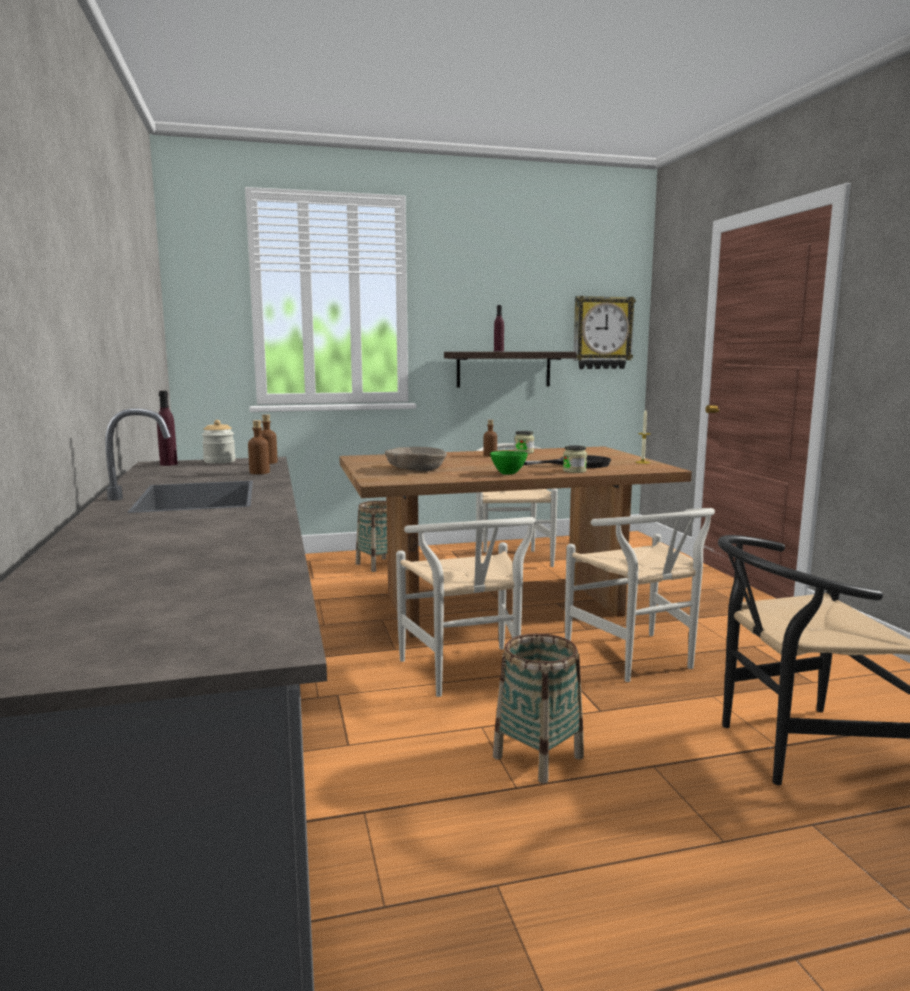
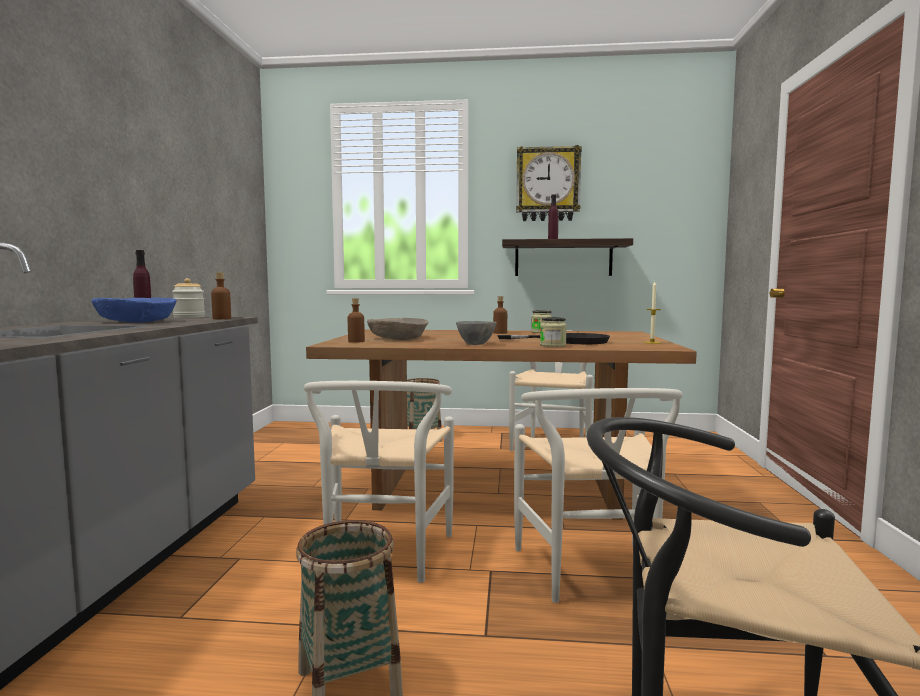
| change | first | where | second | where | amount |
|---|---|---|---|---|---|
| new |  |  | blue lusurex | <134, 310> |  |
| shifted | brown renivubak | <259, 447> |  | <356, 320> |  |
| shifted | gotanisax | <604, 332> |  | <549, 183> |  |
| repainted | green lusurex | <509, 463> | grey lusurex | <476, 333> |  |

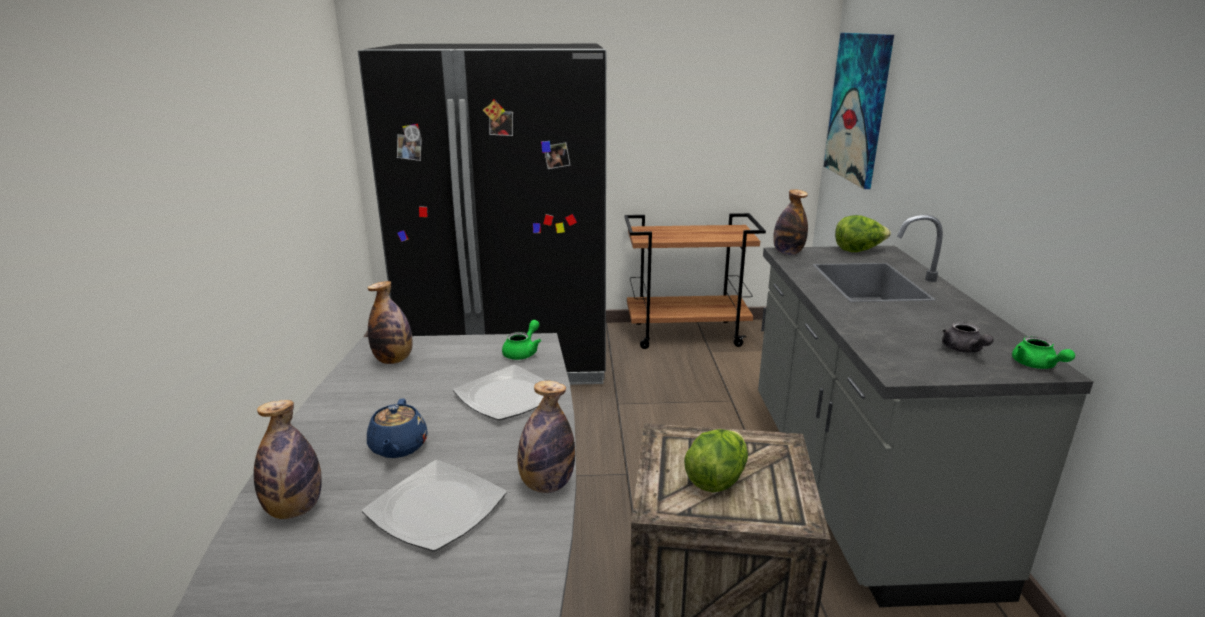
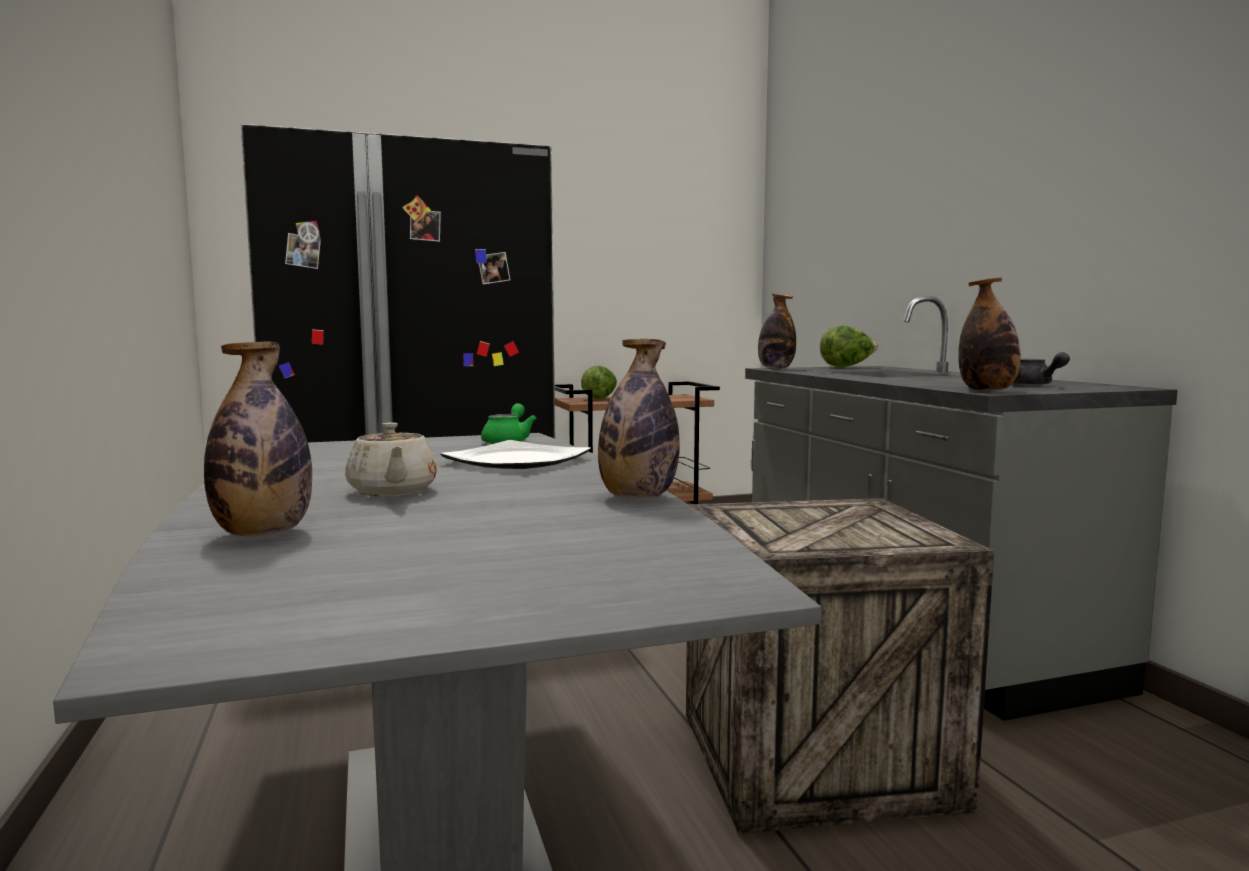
| change | first | where | second | where | amount |
|---|---|---|---|---|---|
| gone | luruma | <434, 505> |  |  |  |
| gone | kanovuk | <859, 111> |  |  |  |
| gone | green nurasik | <1043, 352> |  |  |  |
| shifted | renivubak | <390, 322> |  | <989, 334> |  |
| shifted | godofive | <716, 460> |  | <599, 382> |  |
| repainted | blue nurasik | <397, 428> | beige nurasik | <391, 459> |  |

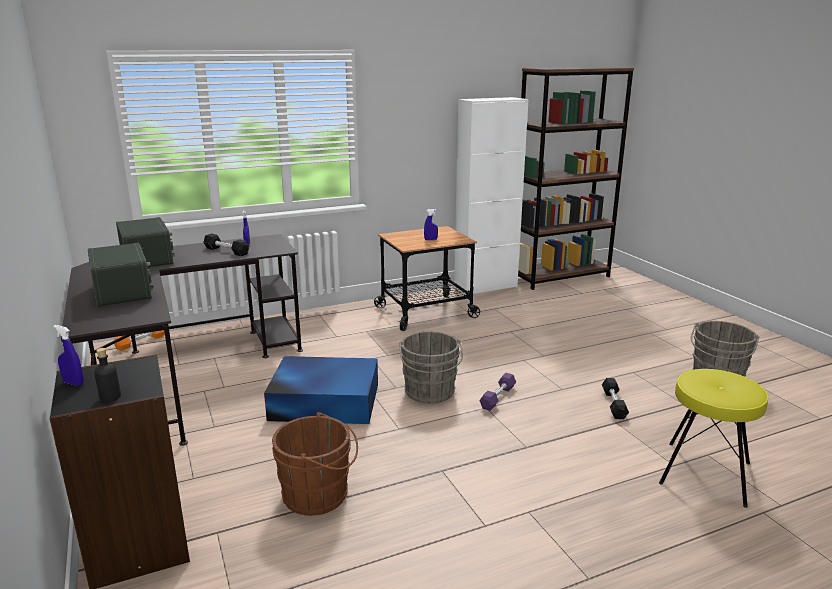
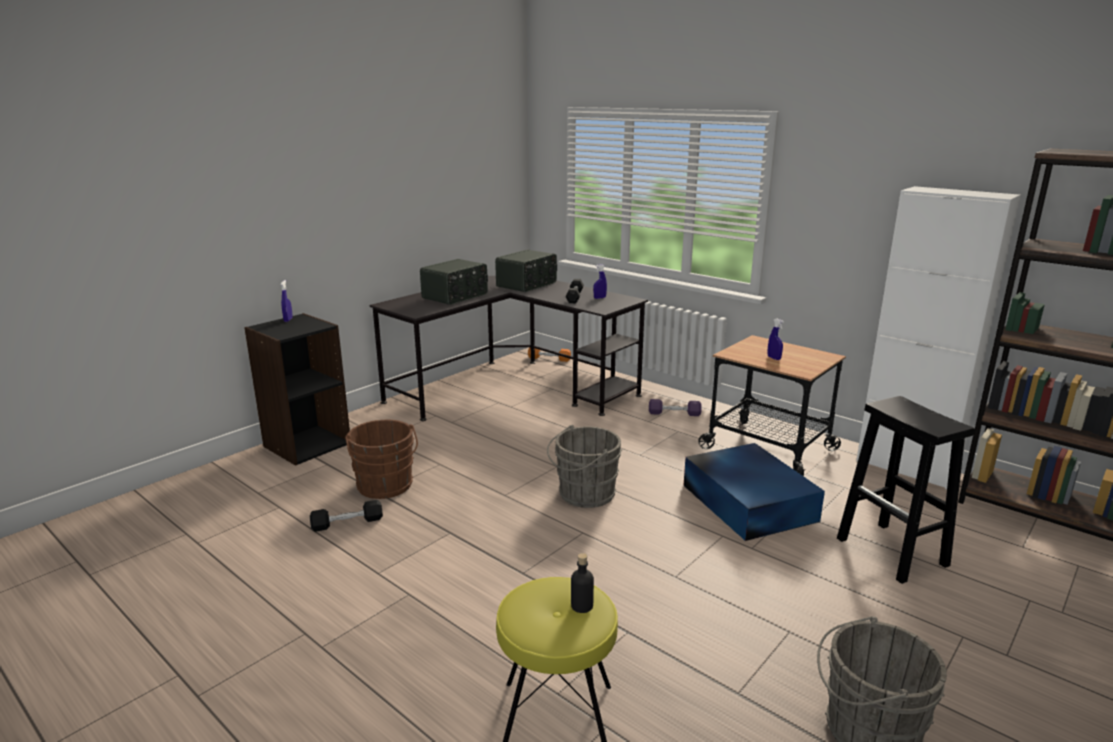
| change | first | where | second | where | amount |
|---|---|---|---|---|---|
| new |  |  | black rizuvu | <906, 490> |  |
| shifted | black renivubak | <107, 375> |  | <582, 583> |  |
| shifted | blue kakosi | <321, 390> |  | <754, 492> |  |
| shifted | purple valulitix | <497, 392> |  | <675, 407> |  |
| shifted | black valulitix | <615, 398> |  | <346, 516> |  |

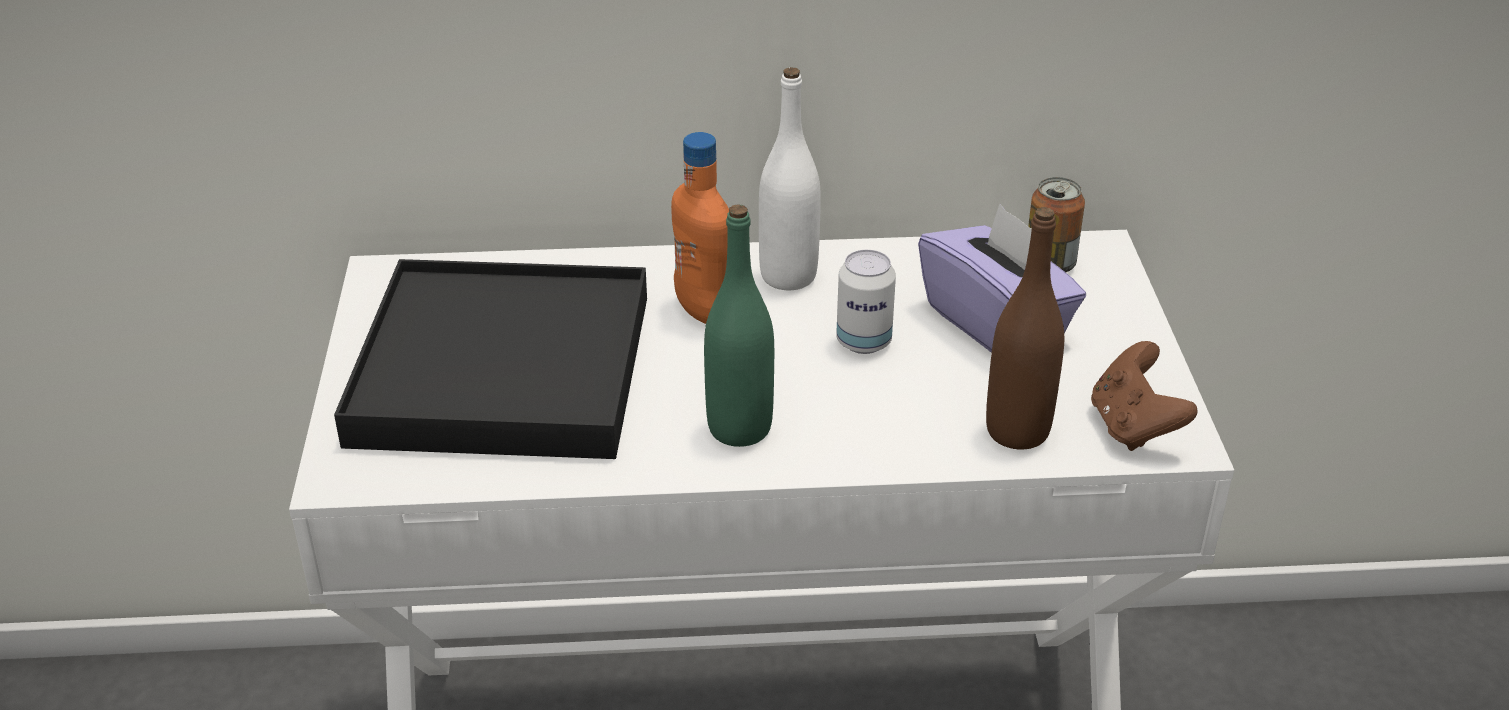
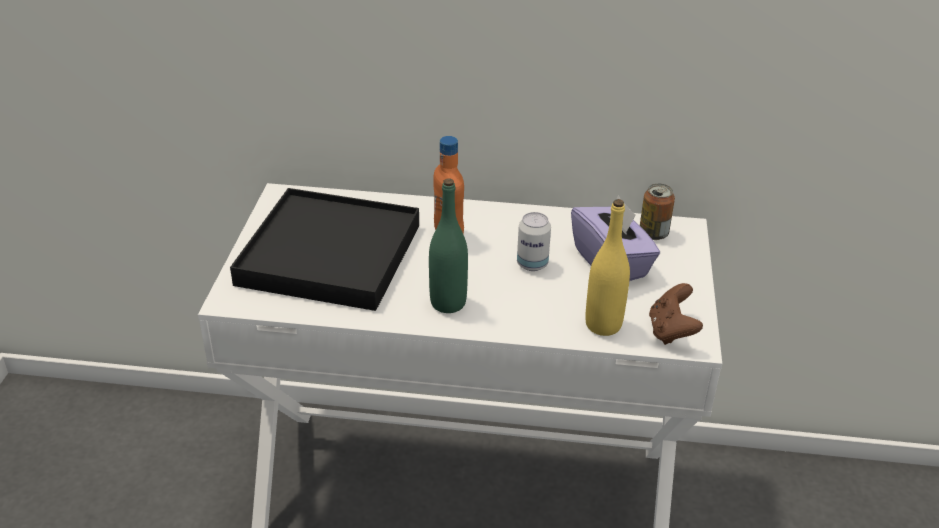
| change | first | where | second | where | amount |
|---|---|---|---|---|---|
| gone | white renivubak | <790, 178> |  |  |  |
| repainted | brown renivubak | <1025, 328> | yellow renivubak | <607, 267> |  |

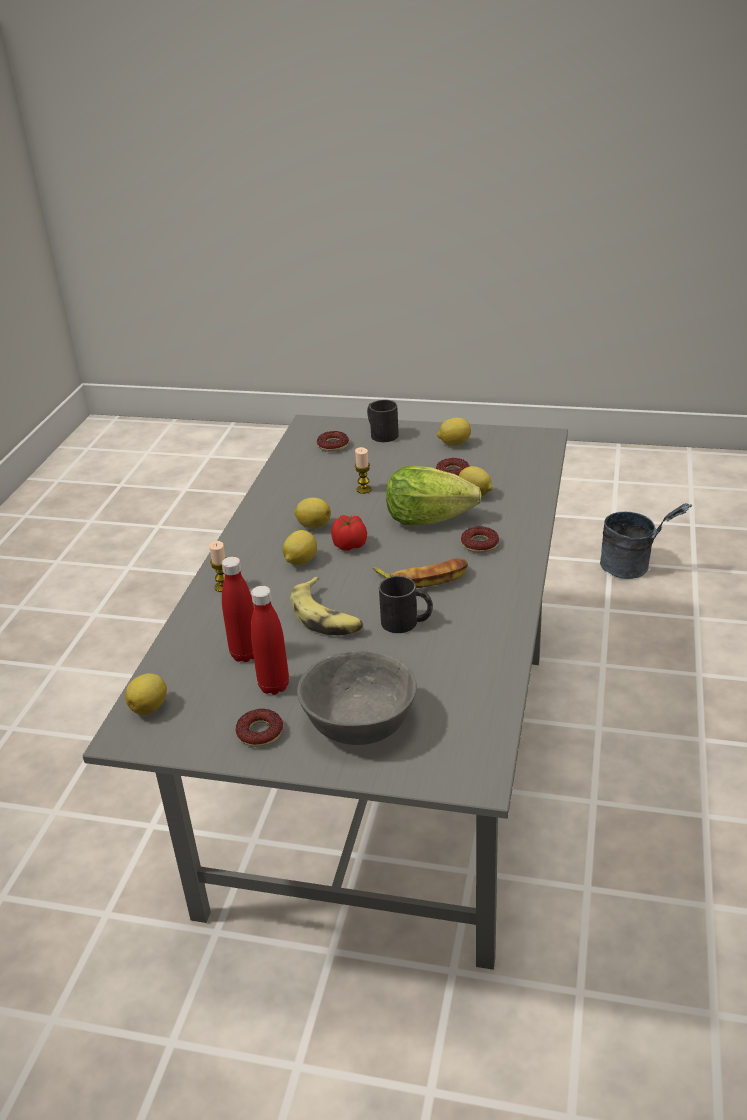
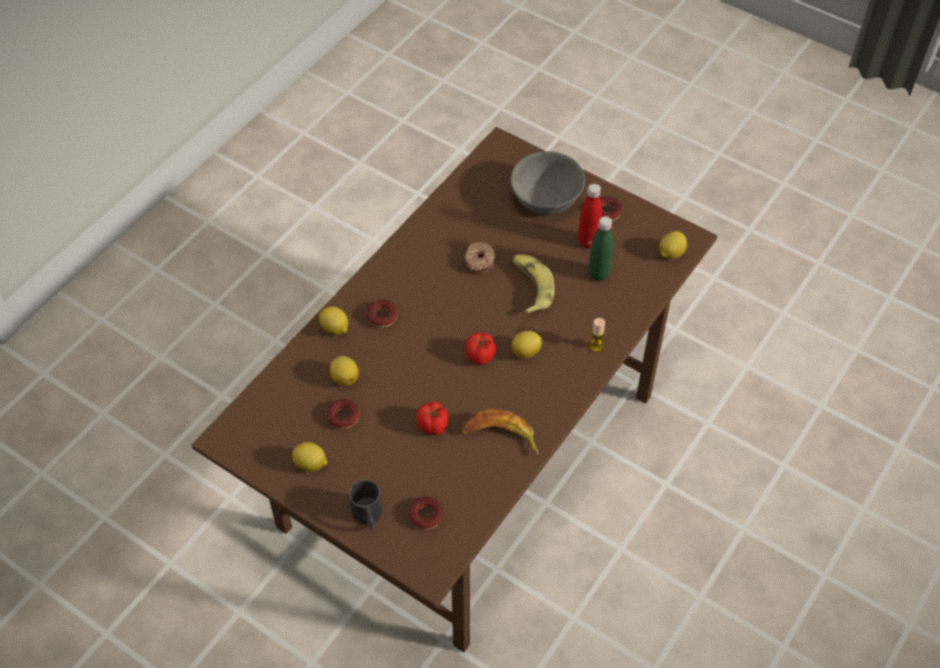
| change | first | where | second | where | amount |
|---|---|---|---|---|---|
| gone | godofive | <434, 495> |  |  |  |
| gone | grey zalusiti | <646, 541> |  |  |  |
| shifted | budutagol | <312, 513> |  | <333, 320> |  |
| shifted | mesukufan | <420, 573> |  | <500, 432> |  |
| swapped | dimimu | <363, 470> | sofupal | <432, 418> |  |
| swapped | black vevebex | <406, 604> | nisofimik | <480, 258> |  |
| repainted | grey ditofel | <325, 692> | brown ditofel | <454, 389> |  |
| repainted | red renivubak | <238, 609> | green renivubak | <601, 248> |  |

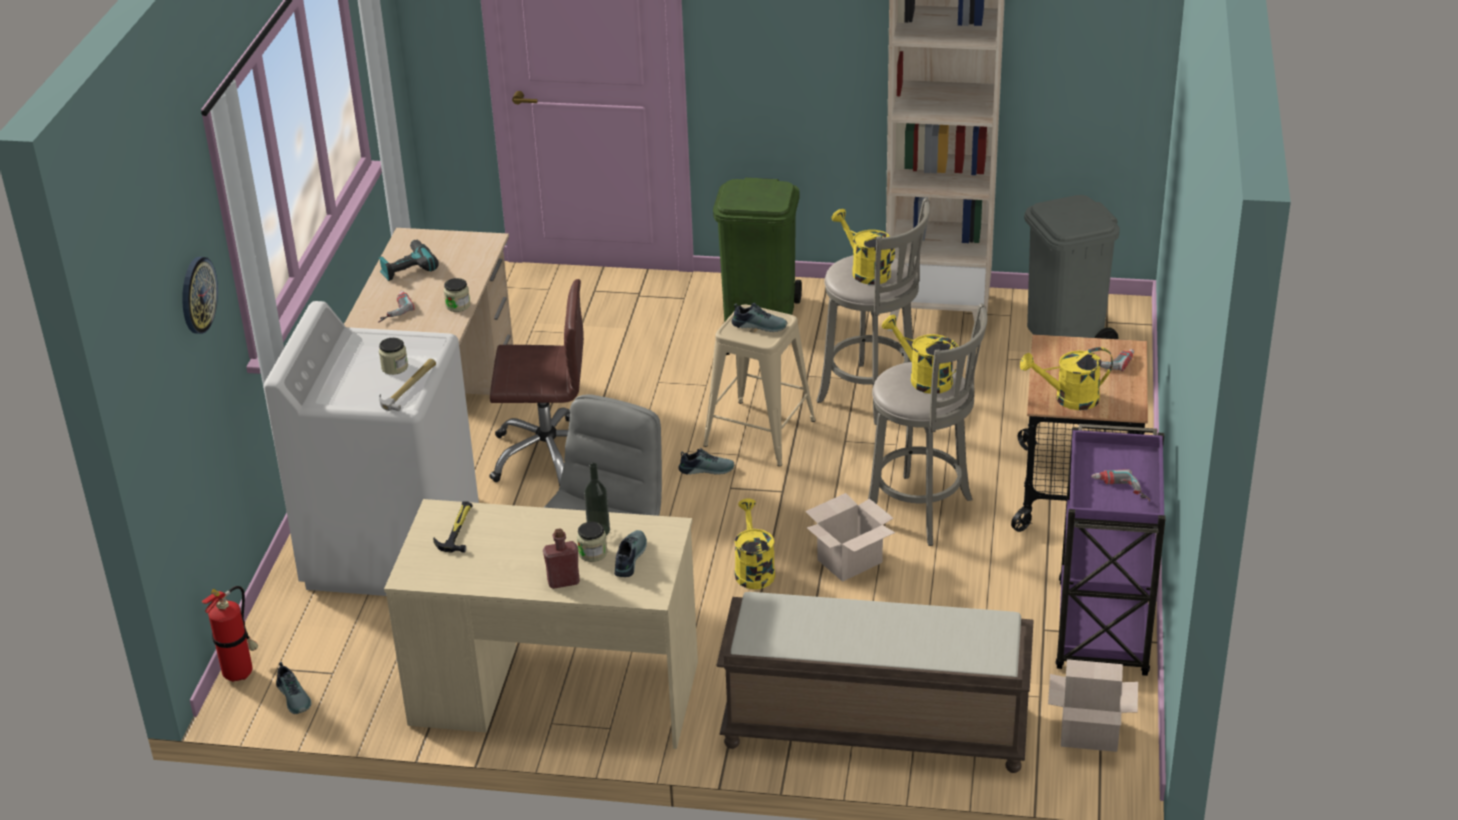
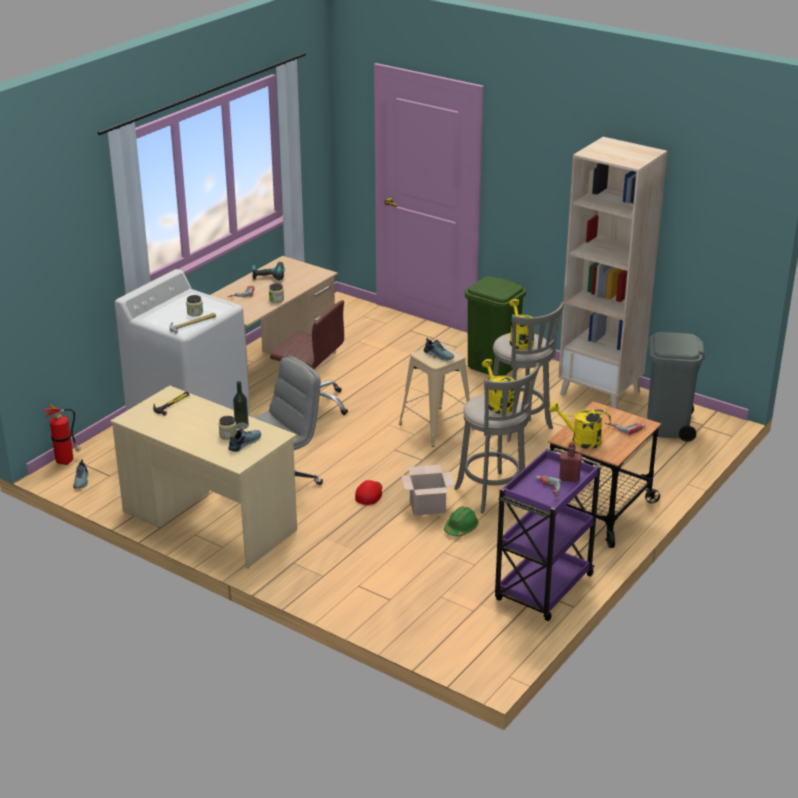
| change | first | where | second | where | amount |
|---|---|---|---|---|---|
| gone | gotanisax | <200, 295> |  |  |  |
| gone | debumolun | <706, 461> |  |  |  |
| gone | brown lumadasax | <875, 682> |  |  |  |
| gone | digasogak | <1093, 705> |  |  |  |
| new |  |  | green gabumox | <461, 521> |  |
| shifted | red renivubak | <561, 559> |  | <570, 462> |  |
| swapped | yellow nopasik | <755, 544> | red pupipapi | <368, 492> |  |

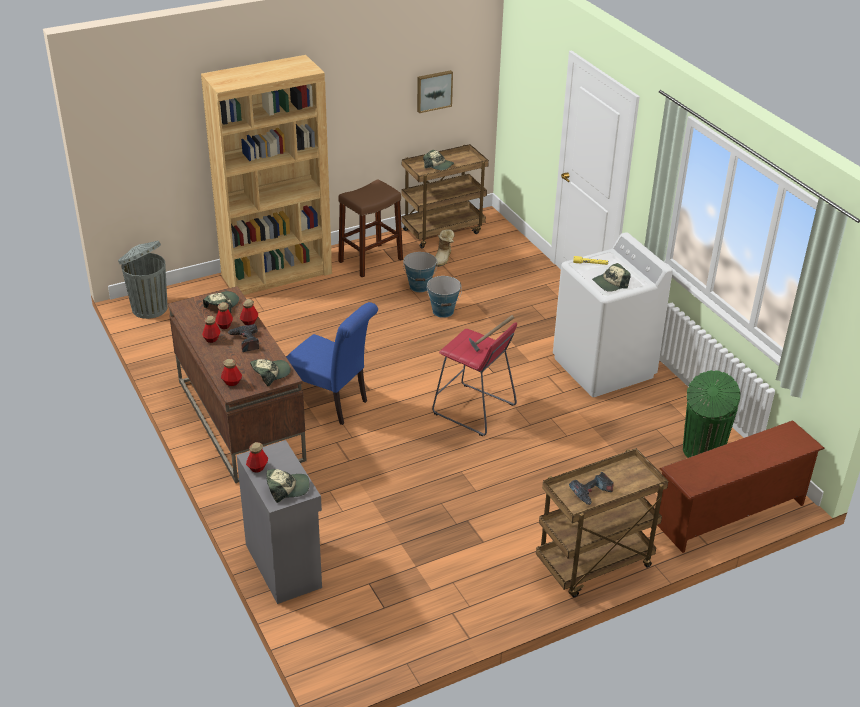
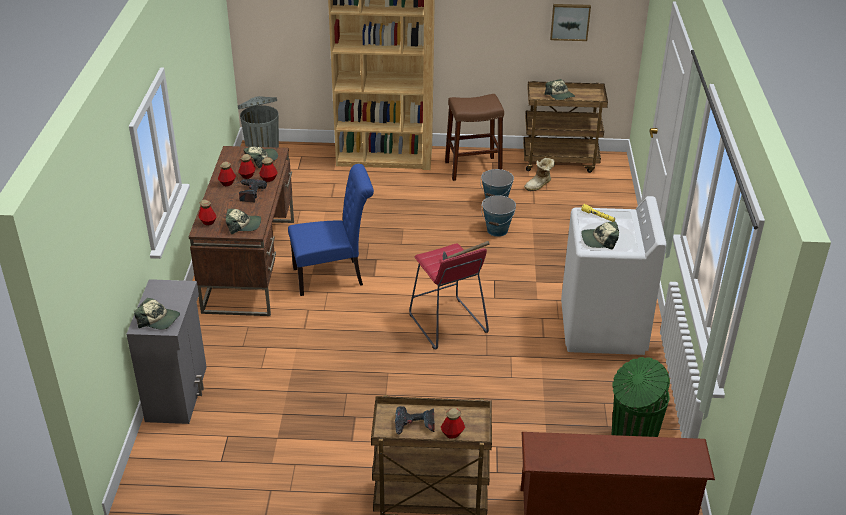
| change | first | where | second | where | amount |
|---|---|---|---|---|---|
| shifted | renivubak | <257, 457> |  | <453, 423> |  |
| rotated | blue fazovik | <332, 363> |  | <331, 230> | 75 degrees counterclockwise |

